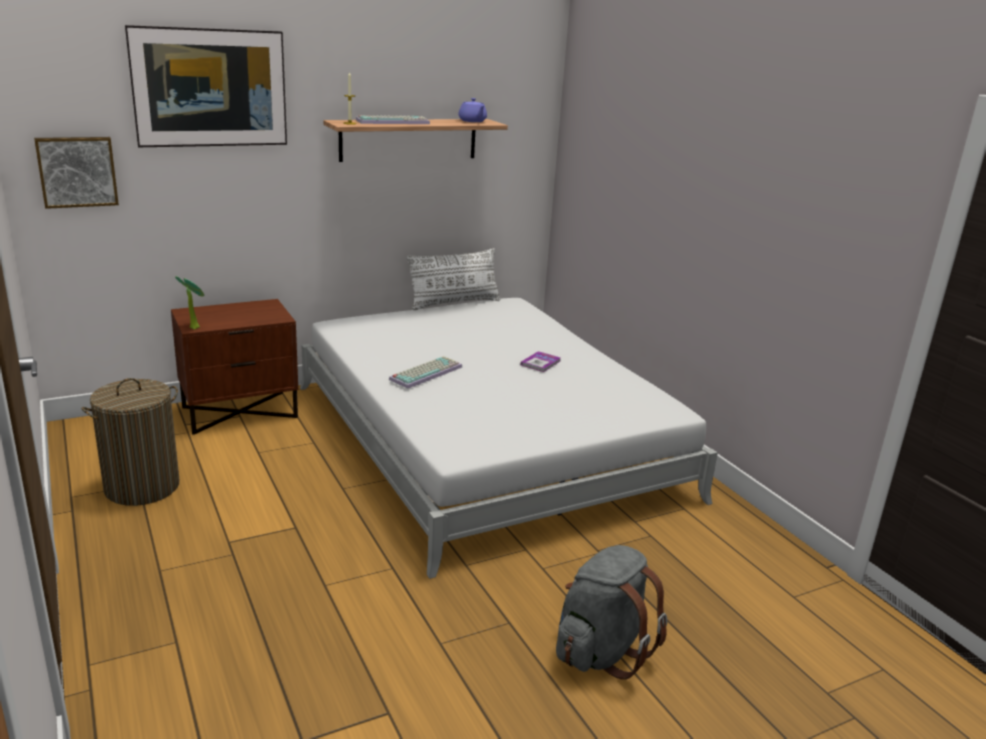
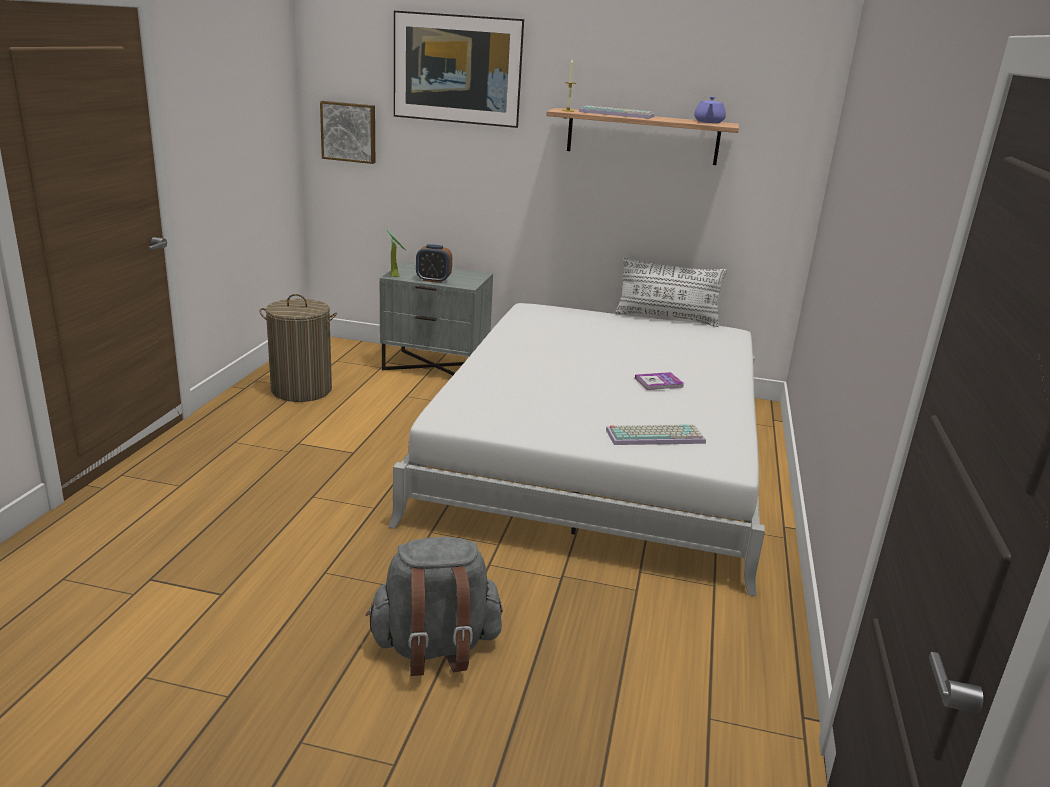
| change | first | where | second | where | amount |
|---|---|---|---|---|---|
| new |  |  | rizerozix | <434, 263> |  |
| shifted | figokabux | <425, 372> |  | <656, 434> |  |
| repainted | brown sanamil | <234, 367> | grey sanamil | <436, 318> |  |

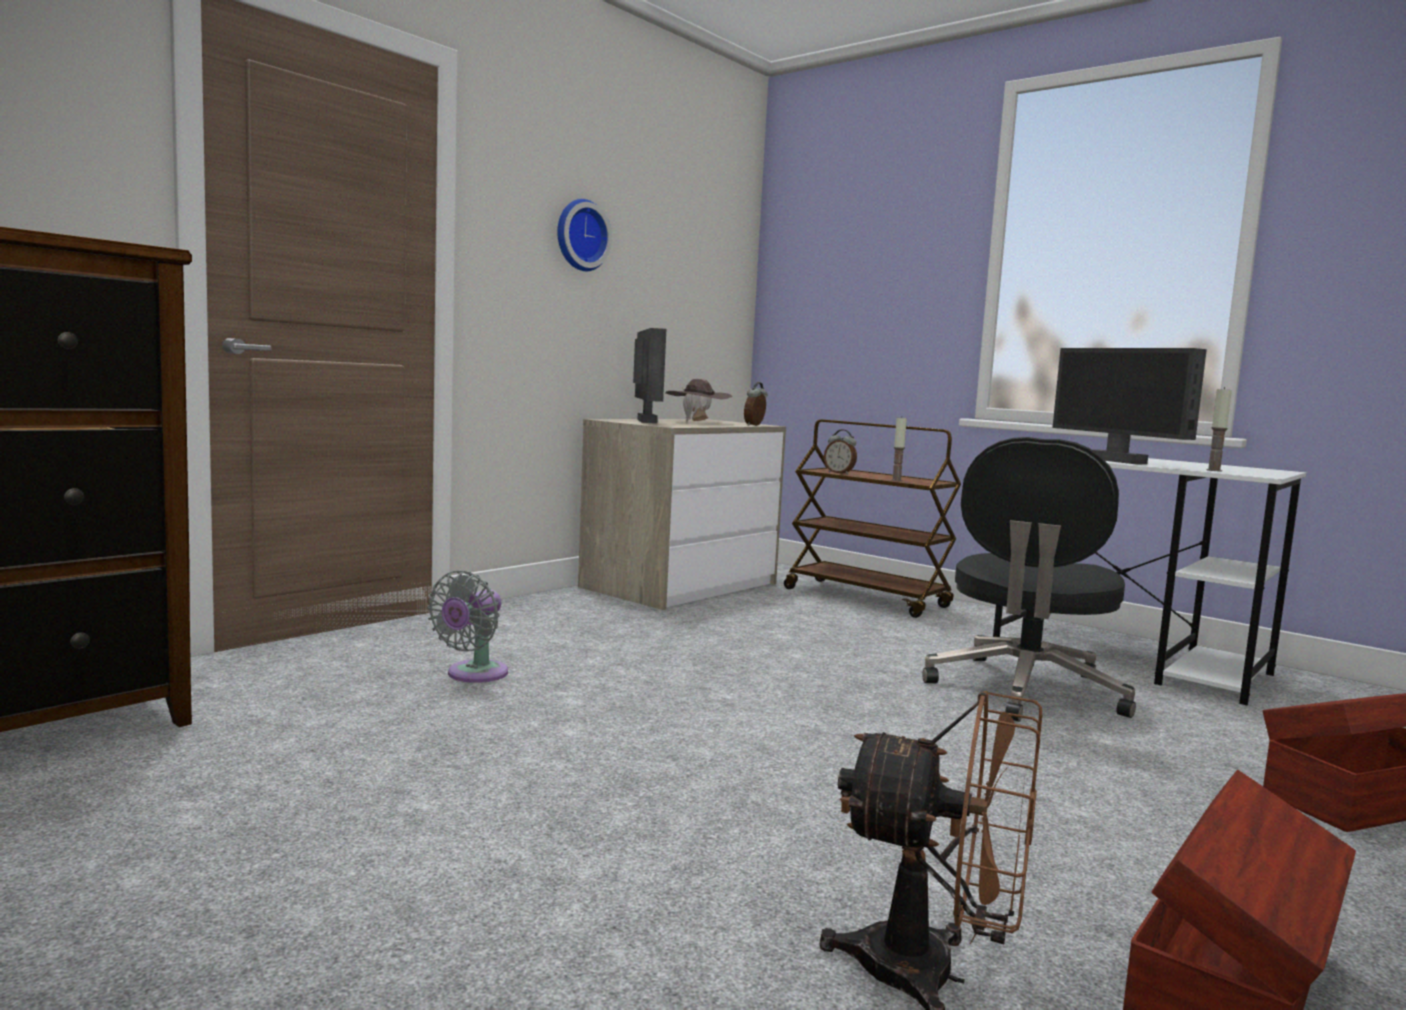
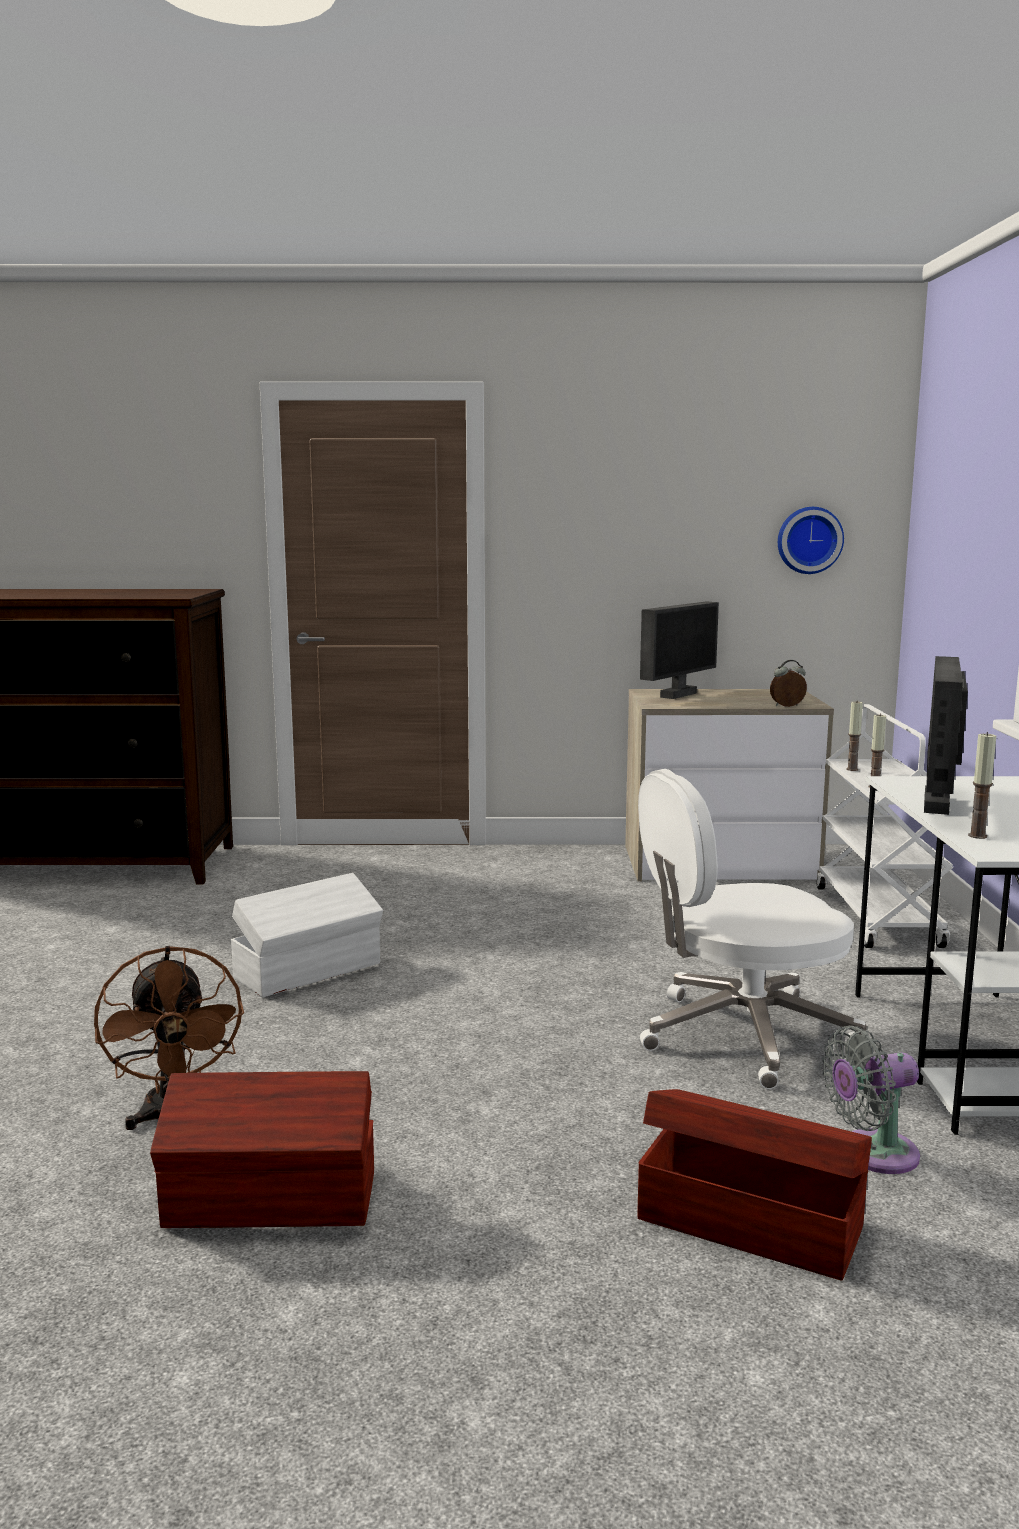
| change | first | where | second | where | amount |
|---|---|---|---|---|---|
| gone | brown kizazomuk | <698, 400> |  |  |  |
| new |  |  | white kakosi | <307, 935> |  |
| shifted | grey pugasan | <467, 627> |  | <871, 1100> |  |
| shifted | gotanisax | <584, 235> |  | <811, 540> |  |
| swapped | rizerozix | <840, 452> | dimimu | <854, 735> |  |
| repainted | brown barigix | <872, 518> | white barigix | <885, 826> |  |
| repainted | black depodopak | <1029, 579> | white depodopak | <752, 929> |  |

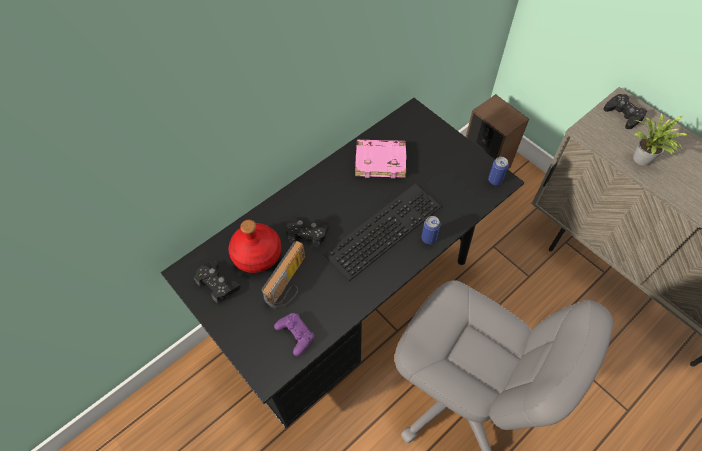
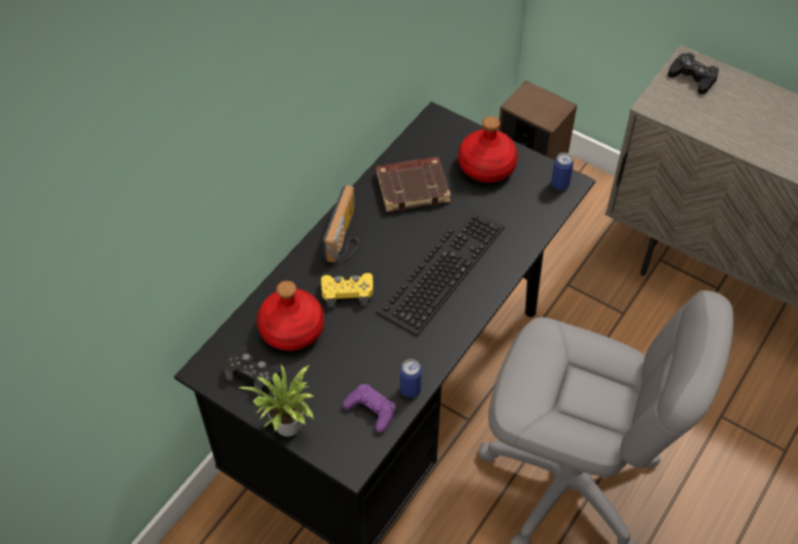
| change | first | where | second | where | amount |
|---|---|---|---|---|---|
| new |  |  | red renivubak | <488, 149> |  |
| shifted | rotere | <283, 275> |  | <341, 224> |  |
| shifted | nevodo | <431, 230> |  | <411, 378> |  |
| shifted | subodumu | <661, 139> |  | <277, 400> |  |
| repainted | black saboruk | <307, 232> | yellow saboruk | <347, 290> |  |
| repainted | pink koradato | <381, 159> | brown koradato | <413, 184> |  |

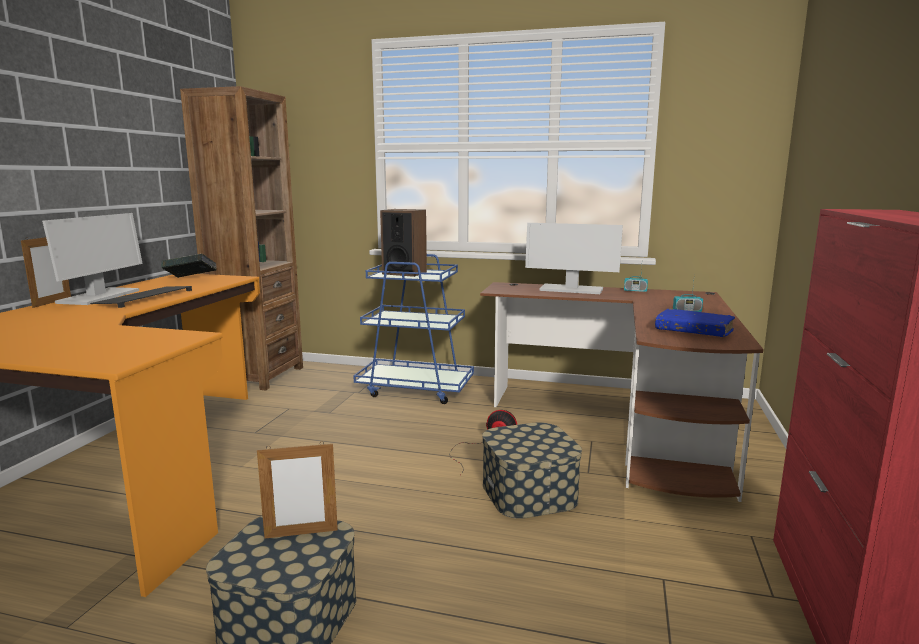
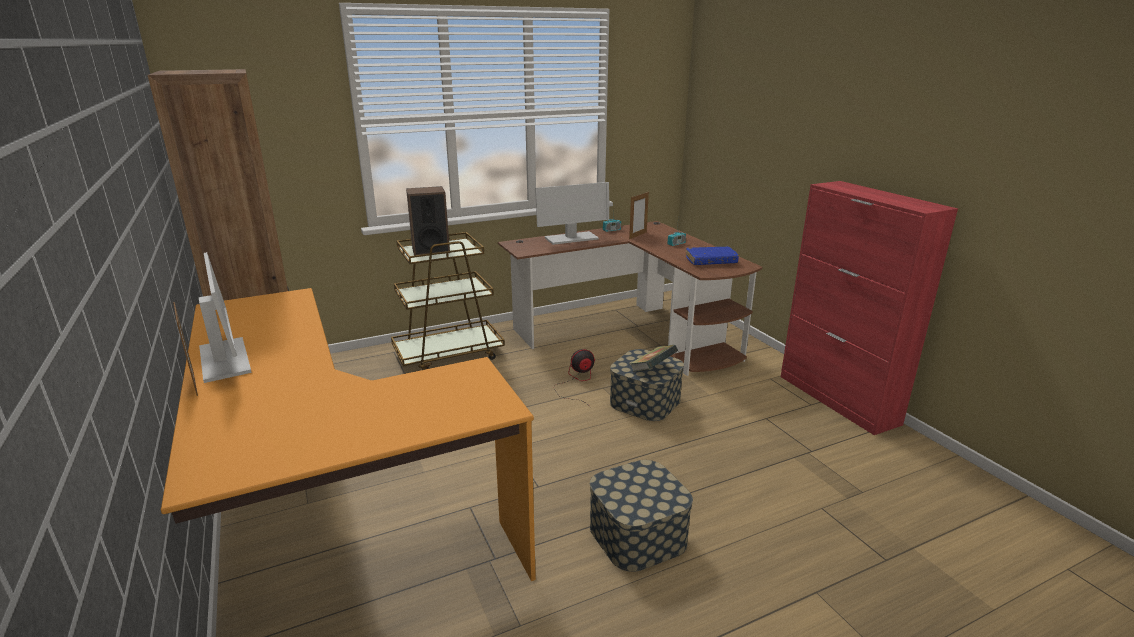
| change | first | where | second | where | amount |
|---|---|---|---|---|---|
| gone | figokabux | <141, 297> |  |  |  |
| shifted | koradato | <189, 266> |  | <654, 358> |  |
| shifted | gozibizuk | <297, 490> |  | <639, 215> |  |
| repainted | blue barigix | <413, 329> | brown barigix | <448, 301> |  |

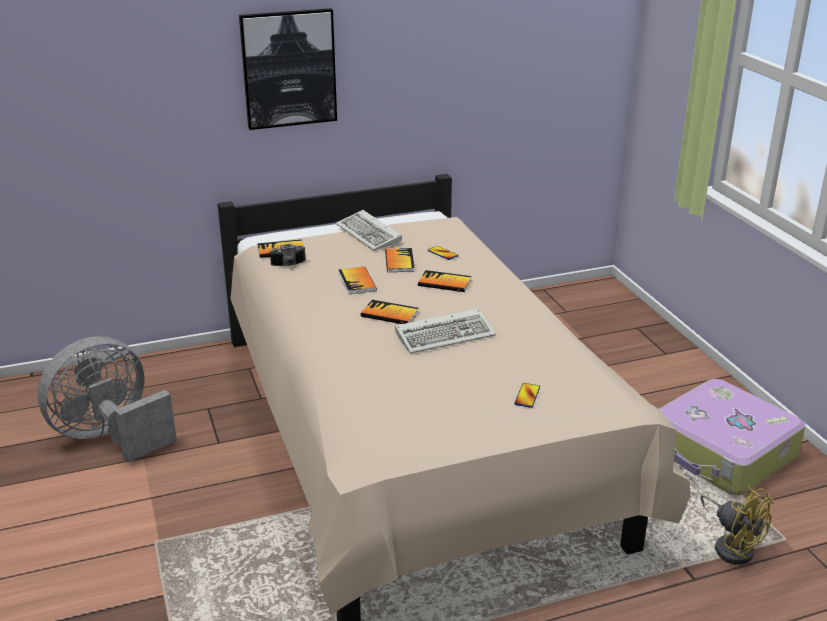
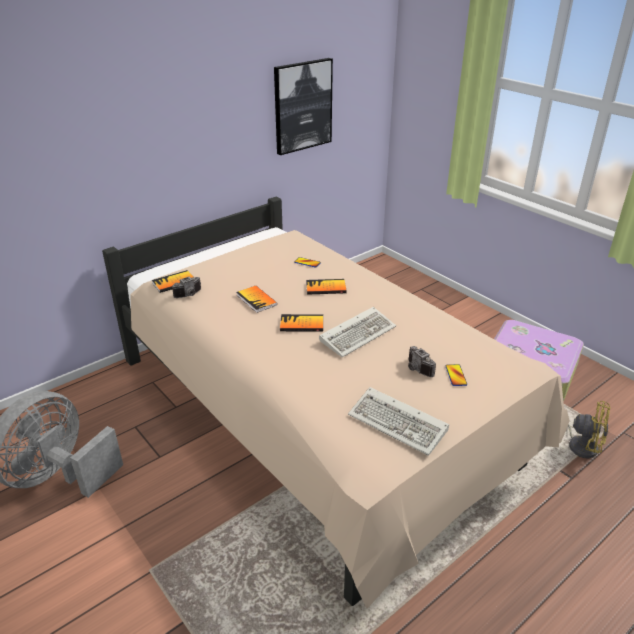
| change | first | where | second | where | amount |
|---|---|---|---|---|---|
| gone | koradato | <400, 260> |  |  |  |
| new |  |  | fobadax | <422, 361> |  |
| shifted | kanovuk | <288, 69> |  | <303, 106> |  |
| shifted | figokabux | <369, 230> |  | <398, 421> |  |

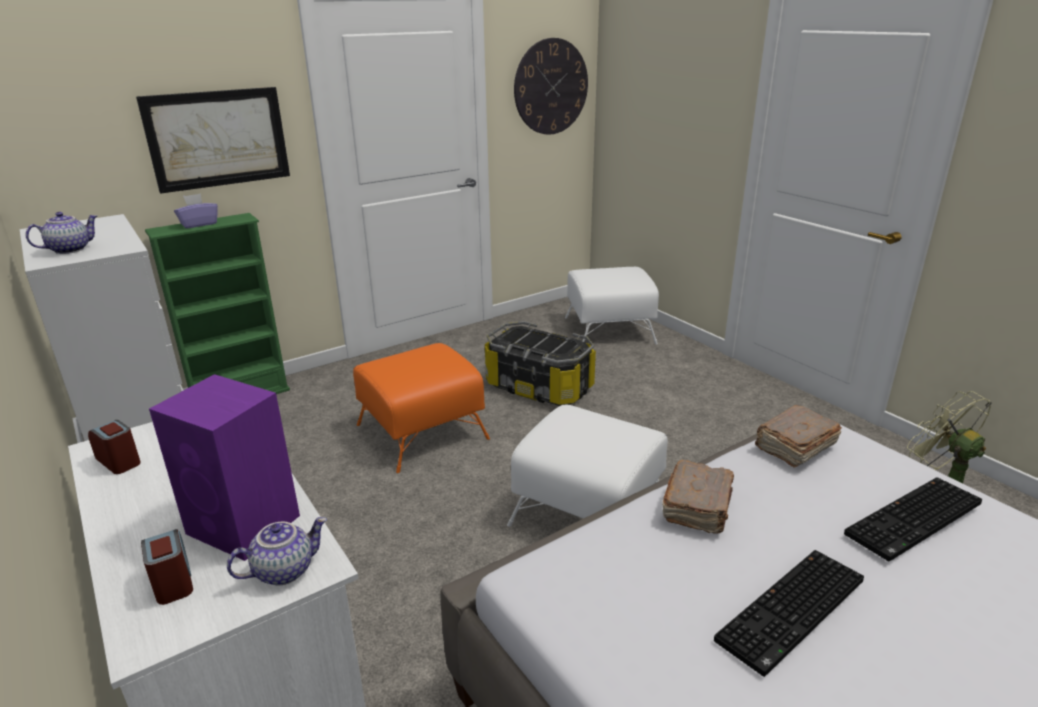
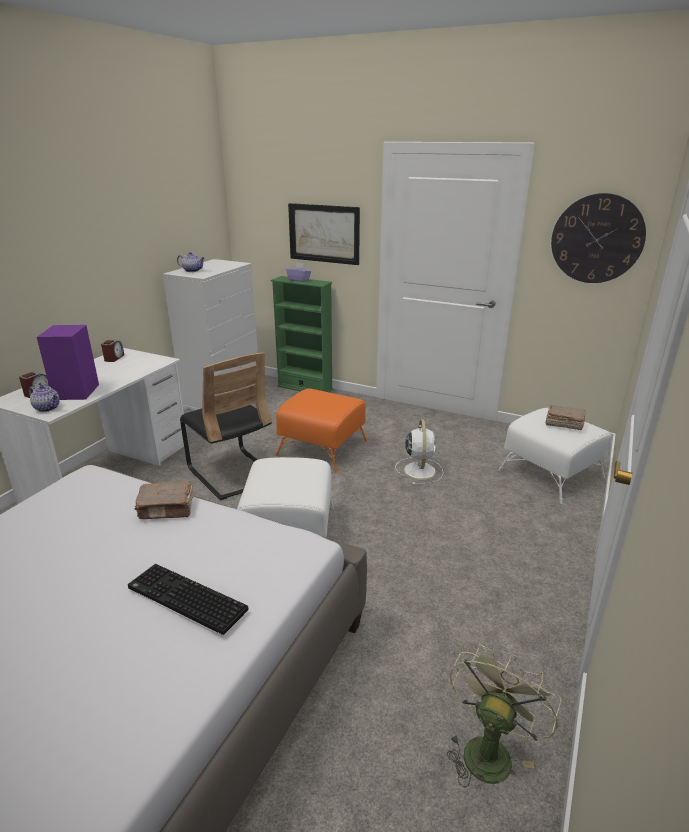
| change | first | where | second | where | amount |
|---|---|---|---|---|---|
| gone | figokabux | <789, 613> |  |  |  |
| new |  |  | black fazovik | <226, 426> |  |
| shifted | brown koradato | <798, 436> |  | <566, 417> |  |
| swapped | kakosi | <540, 363> | white pugasan | <419, 452> |  |

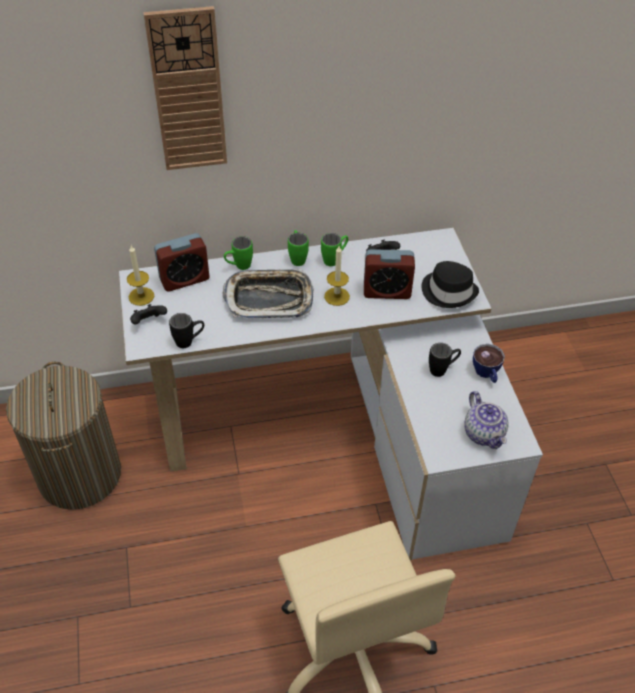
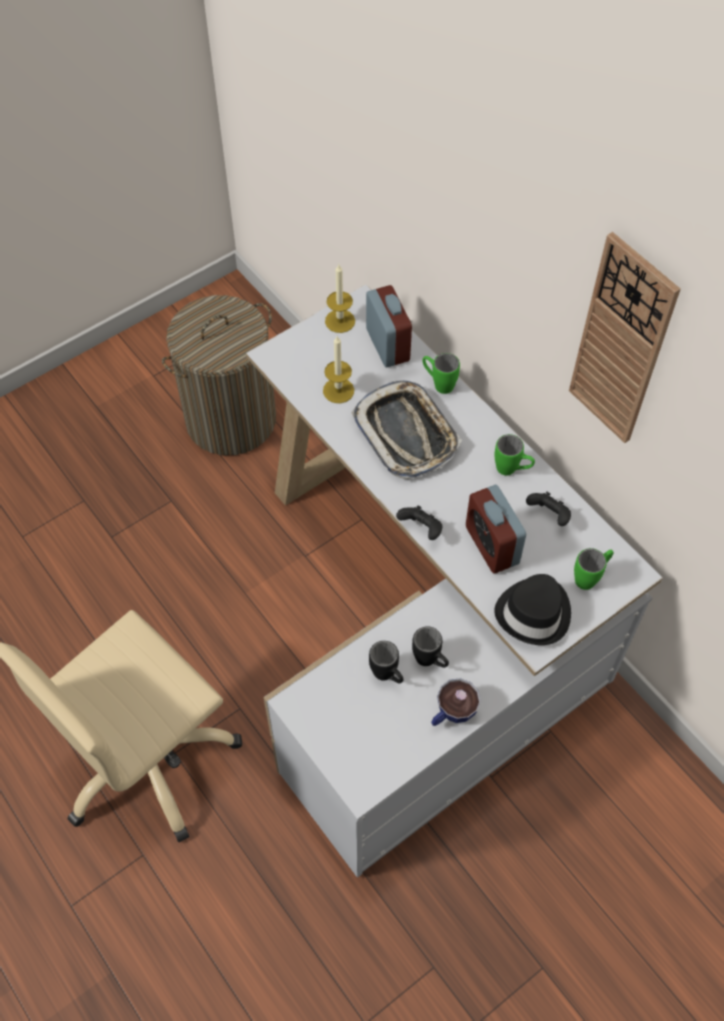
| change | first | where | second | where | amount |
|---|---|---|---|---|---|
| gone | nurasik | <486, 420> |  |  |  |
| shifted | black saboruk | <148, 314> |  | <419, 522> |  |
| shifted | gotanisax | <185, 88> |  | <625, 337> |  |
| shifted | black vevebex | <186, 330> |  | <386, 662> |  |
| shifted | green vevebex | <298, 248> |  | <594, 569> |  |
| shifted | dimimu | <337, 276> |  | <338, 369> |  |
| rotated | rizerozix | <182, 262> |  | <389, 326> | 150 degrees counterclockwise |

